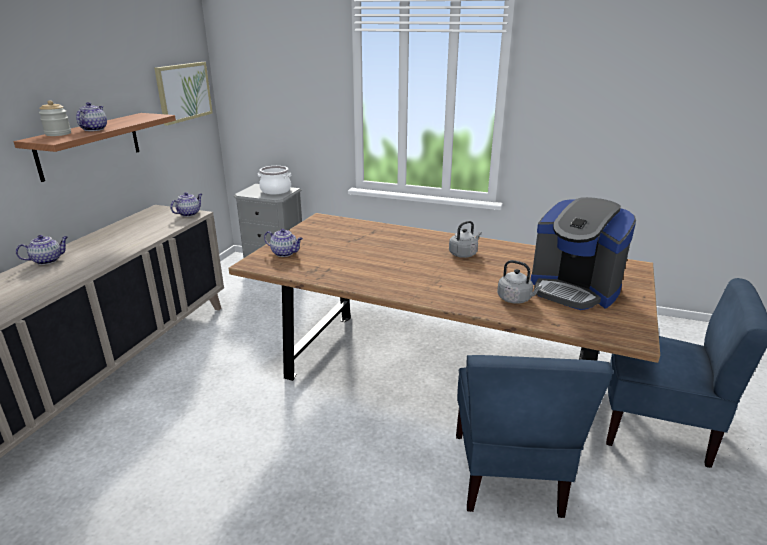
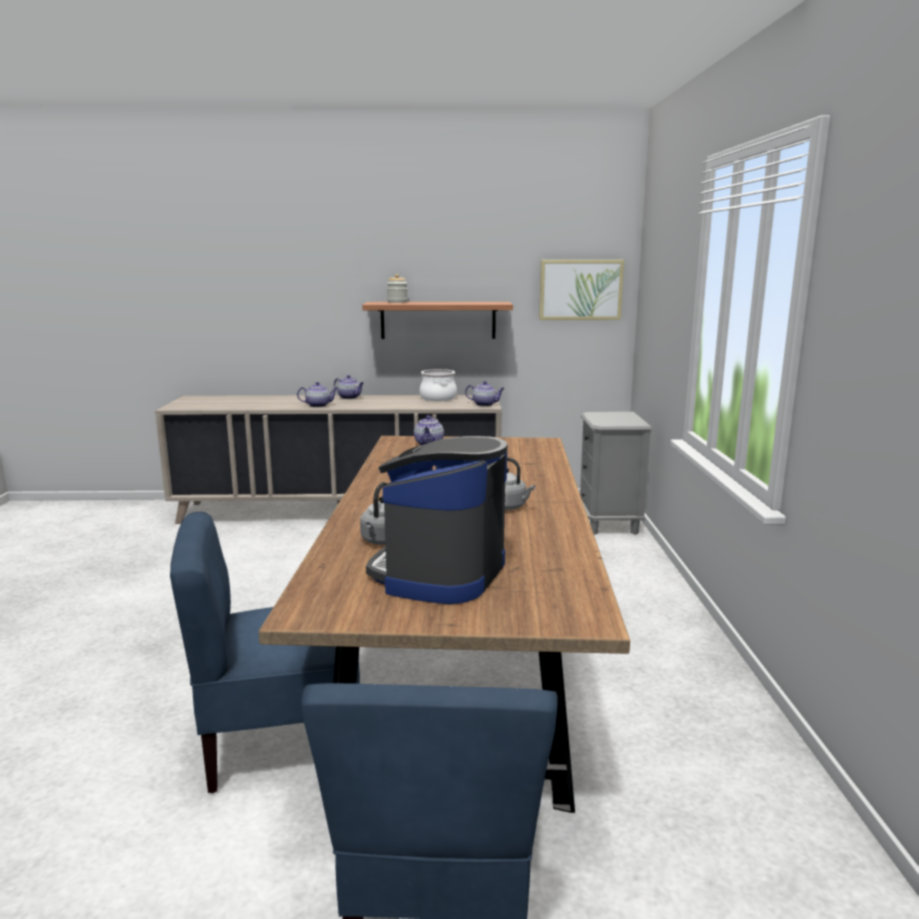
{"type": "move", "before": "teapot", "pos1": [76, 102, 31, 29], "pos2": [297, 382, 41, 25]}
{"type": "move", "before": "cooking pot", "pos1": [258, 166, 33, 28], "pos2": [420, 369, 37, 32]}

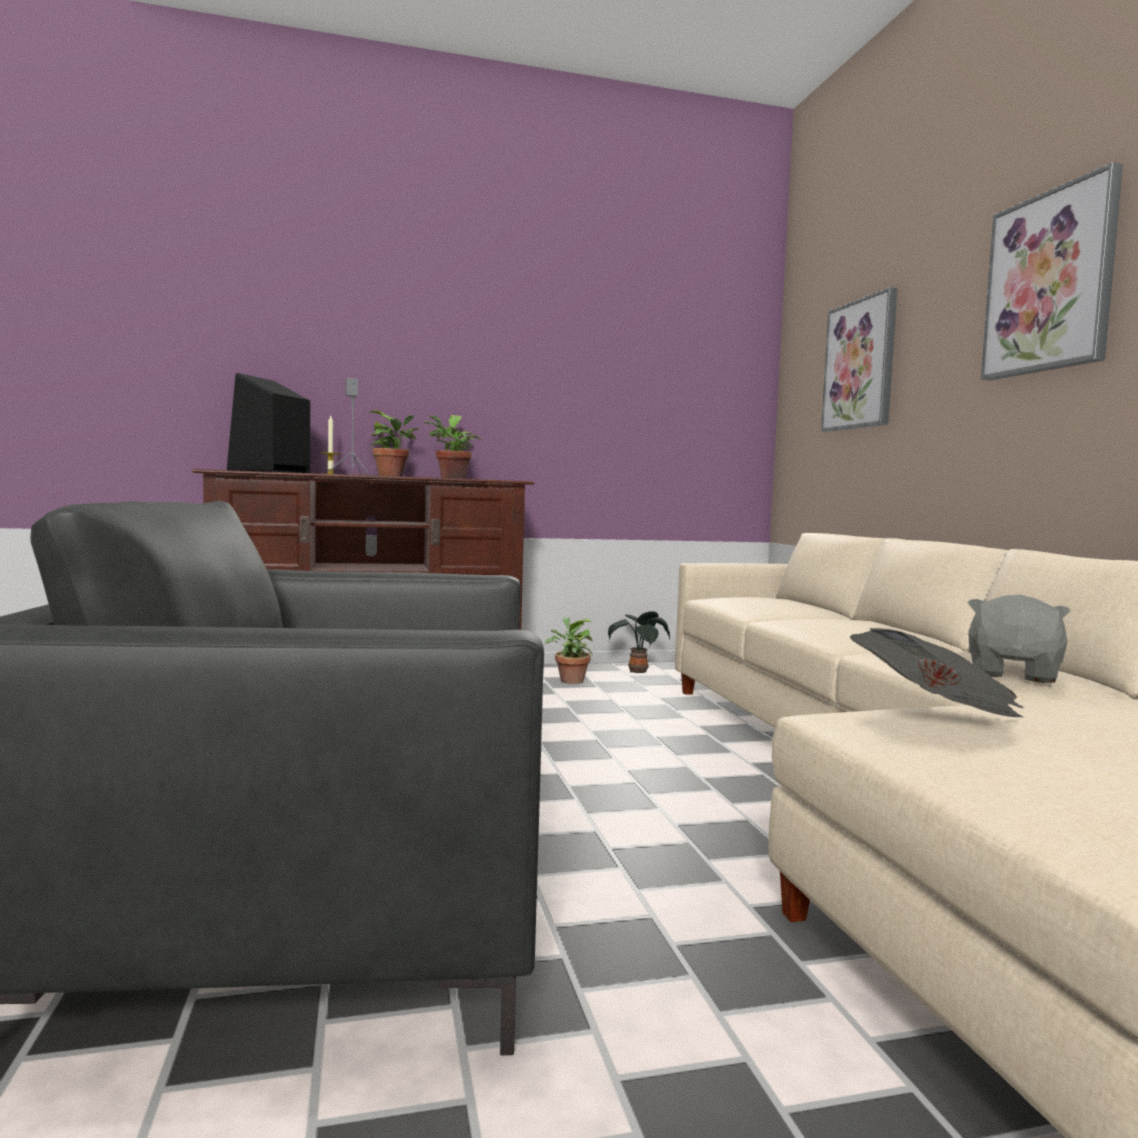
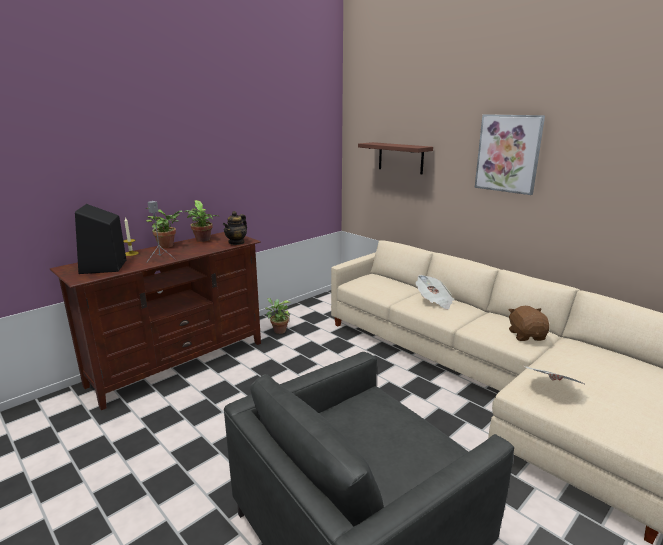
{"type": "delete", "before": "potted plant", "pos1": [608, 611, 62, 62]}
{"type": "replace", "before": "picture", "after": "shelf", "pos1": [821, 287, 77, 145], "pos2": [358, 142, 75, 32]}
{"type": "recolor", "before": "grey plush toy", "after": "brown plush toy", "pos1": [968, 595, 102, 88], "pos2": [509, 306, 40, 35]}
{"type": "insert", "after": "teapot", "pos2": [223, 211, 24, 34]}
{"type": "insert", "after": "newspaper", "pos2": [415, 275, 40, 35]}

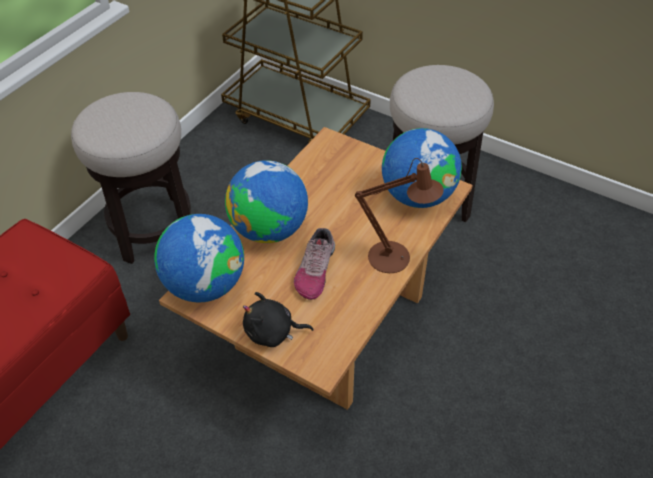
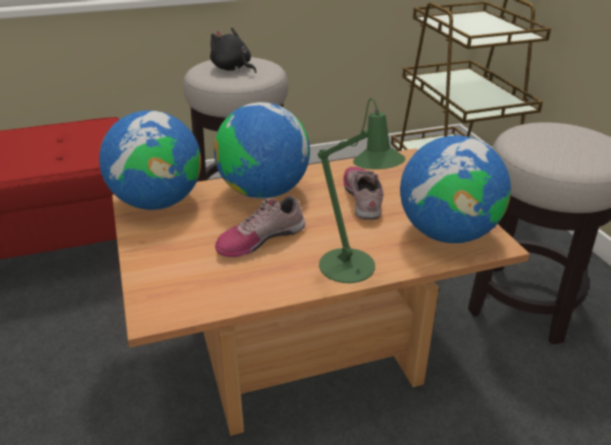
{"type": "move", "before": "black plush toy", "pos1": [243, 292, 71, 55], "pos2": [210, 28, 46, 45]}
{"type": "recolor", "before": "brown table lamp", "after": "green table lamp", "pos1": [355, 158, 89, 115], "pos2": [318, 98, 88, 185]}
{"type": "insert", "after": "shoe", "pos2": [343, 167, 41, 53]}

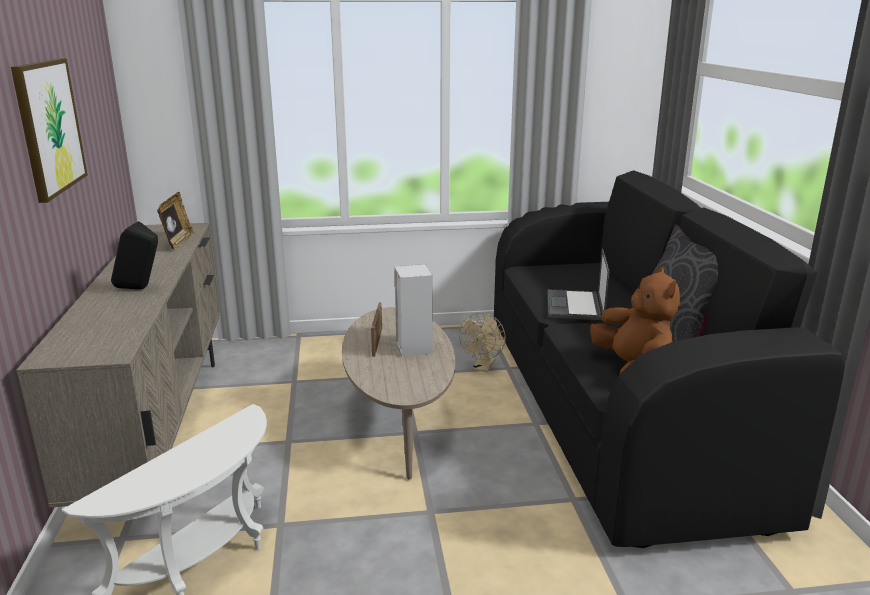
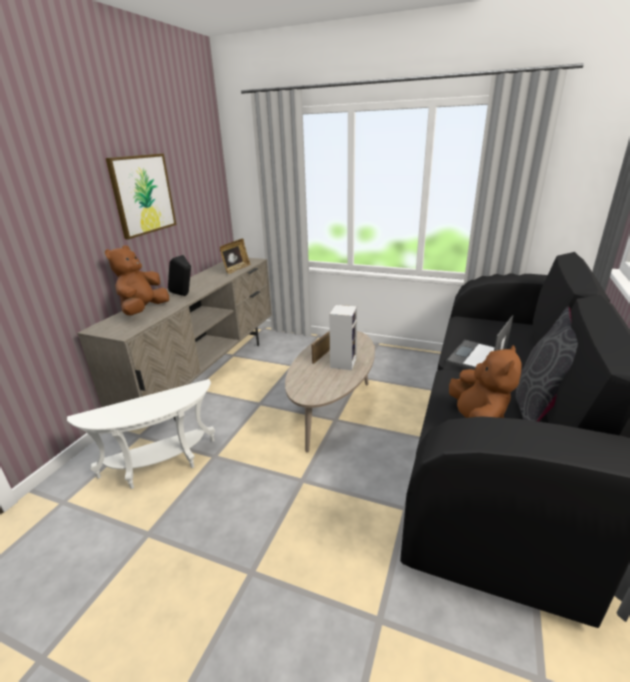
{"type": "delete", "before": "beige fan", "pos1": [459, 313, 47, 59]}
{"type": "insert", "after": "brown plush toy", "pos2": [105, 245, 64, 70]}

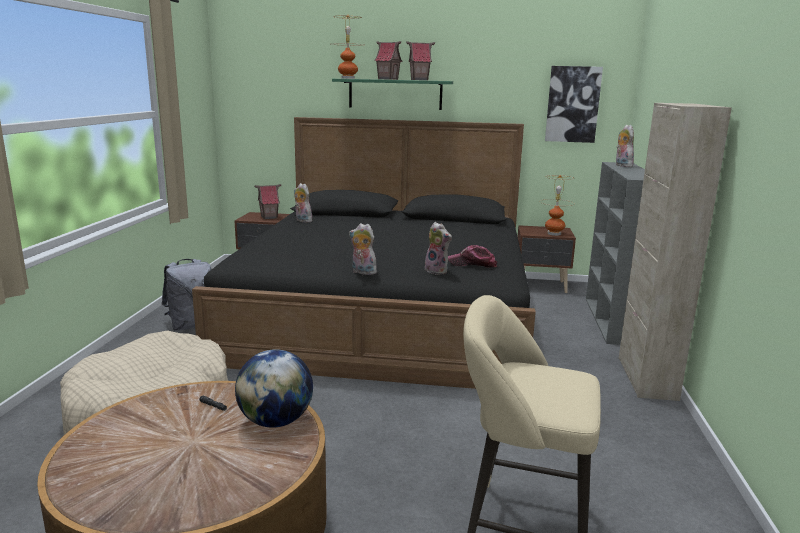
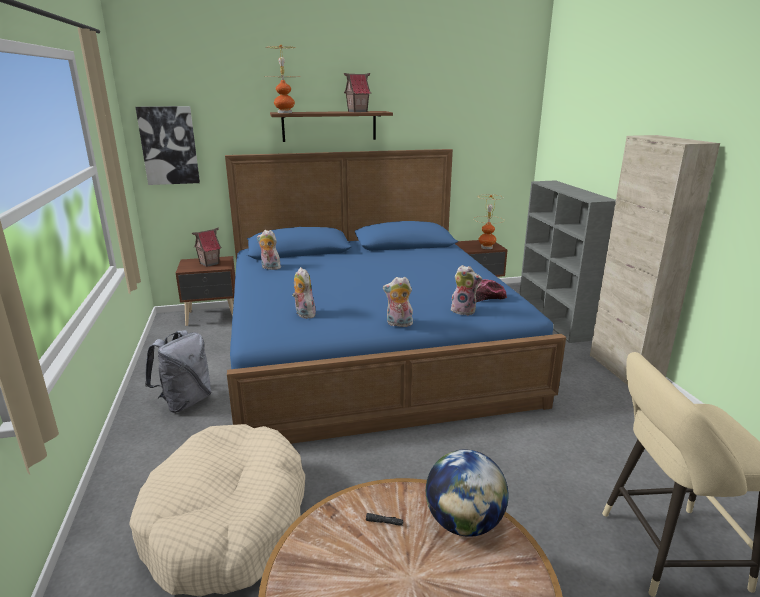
{"type": "recolor", "before": "black bed", "after": "blue bed", "pos1": [192, 117, 344, 272], "pos2": [225, 149, 341, 295]}
{"type": "recolor", "before": "green shelf", "after": "brown shelf", "pos1": [332, 79, 121, 31], "pos2": [270, 111, 123, 31]}
{"type": "delete", "before": "toy house", "pos1": [374, 41, 29, 39]}
{"type": "move", "before": "picture", "pos1": [545, 66, 58, 77], "pos2": [136, 106, 64, 79]}
{"type": "move", "before": "plush toy", "pos1": [616, 125, 18, 42], "pos2": [292, 267, 24, 52]}

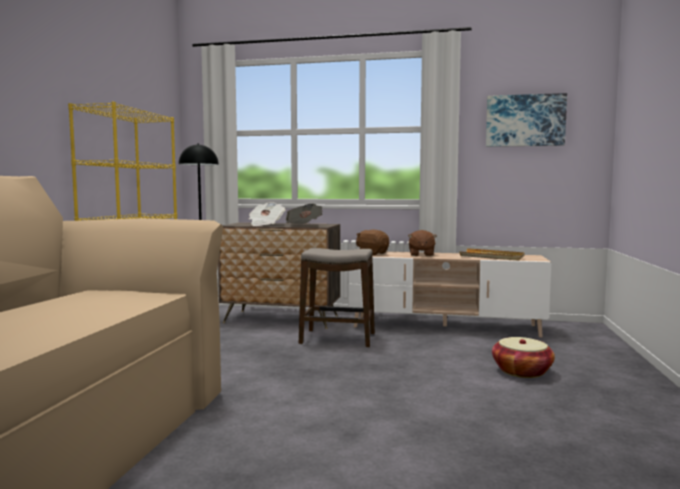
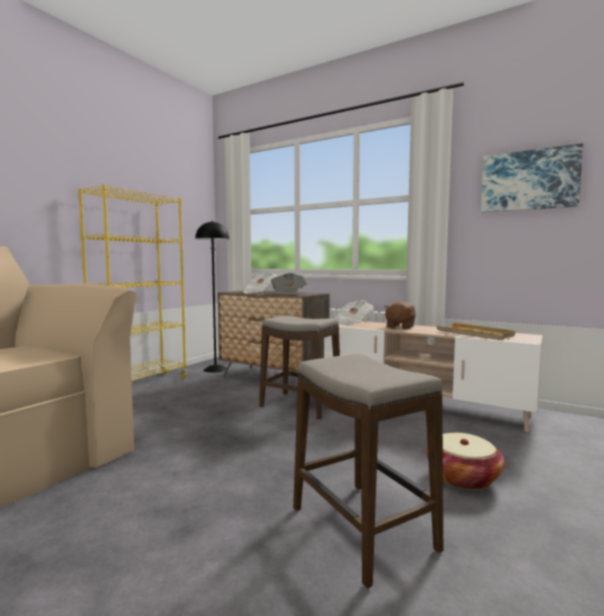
{"type": "replace", "before": "brown plush toy", "after": "newspaper", "pos1": [356, 229, 33, 26], "pos2": [337, 300, 37, 25]}
{"type": "insert", "after": "stool", "pos2": [293, 354, 150, 235]}

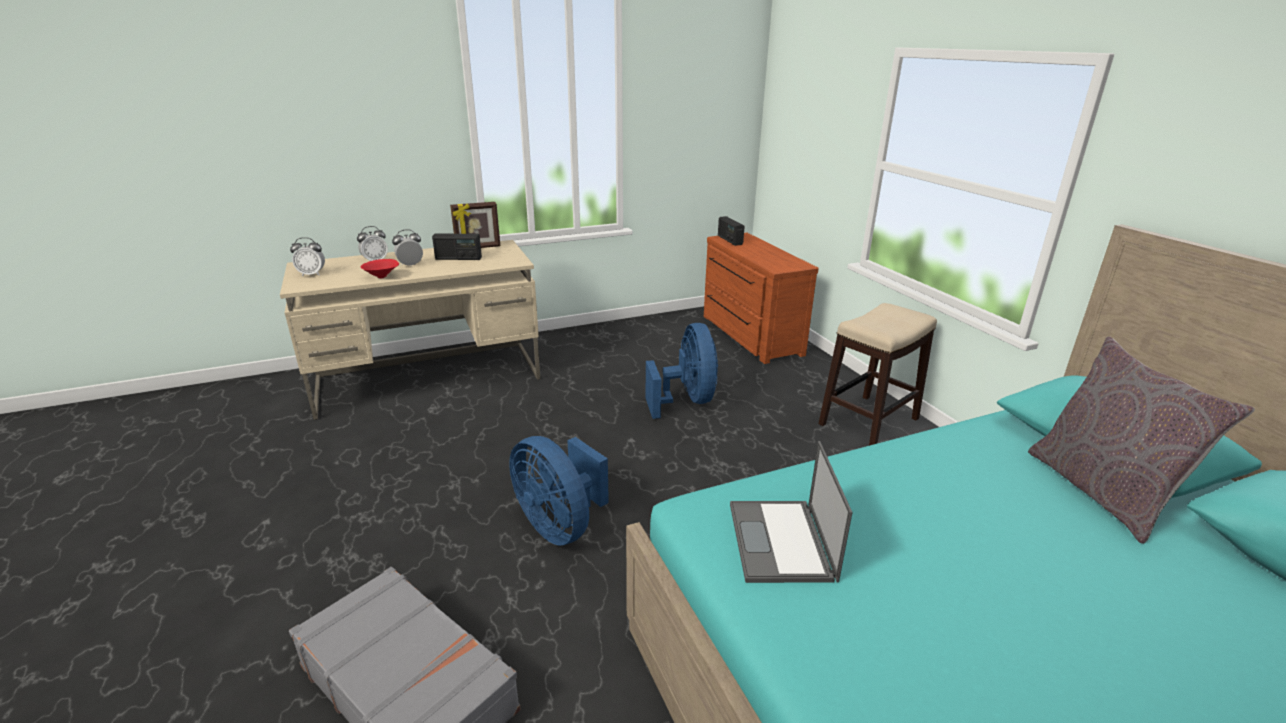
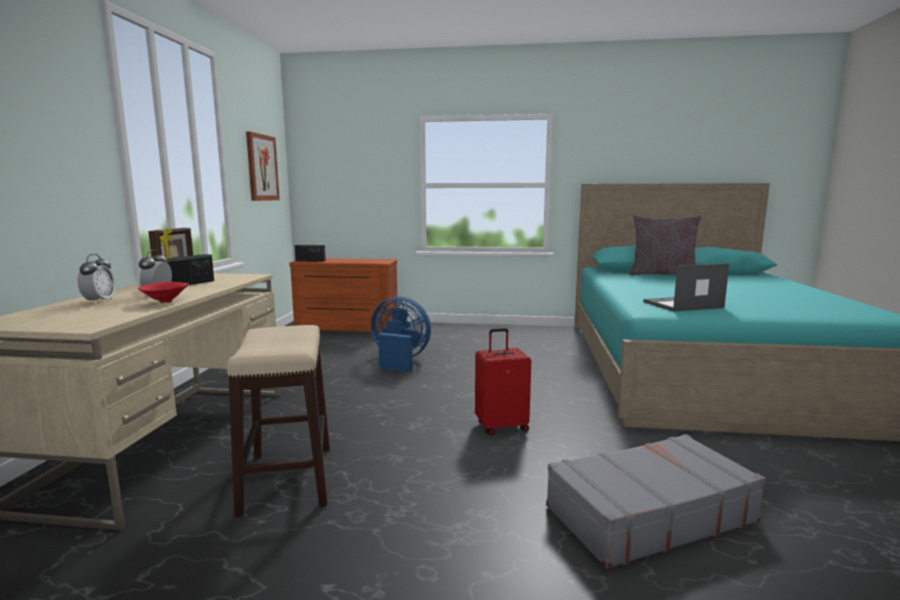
{"type": "delete", "before": "alarm clock", "pos1": [290, 237, 35, 40]}
{"type": "replace", "before": "blue fan", "after": "red suitcase", "pos1": [509, 436, 100, 109], "pos2": [475, 328, 56, 107]}
{"type": "rotate", "before": "laptop", "pos1": [730, 441, 123, 142], "pos2": [643, 263, 86, 49], "turn": 135}
{"type": "move", "before": "stool", "pos1": [818, 303, 119, 143], "pos2": [227, 325, 103, 192]}
{"type": "insert", "after": "picture", "pos2": [246, 131, 34, 70]}

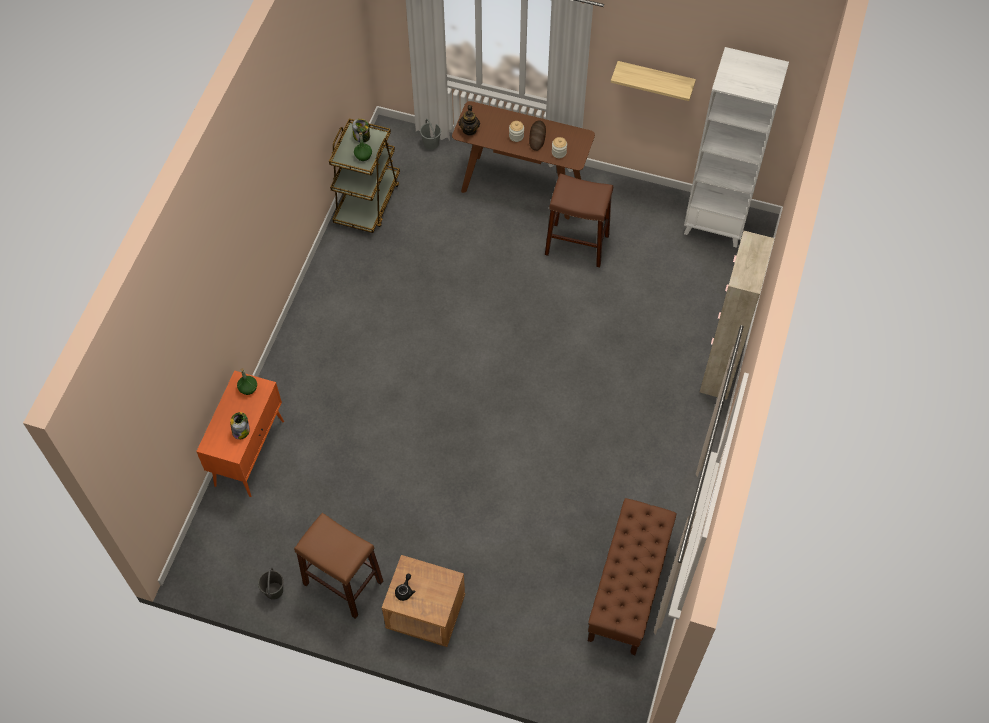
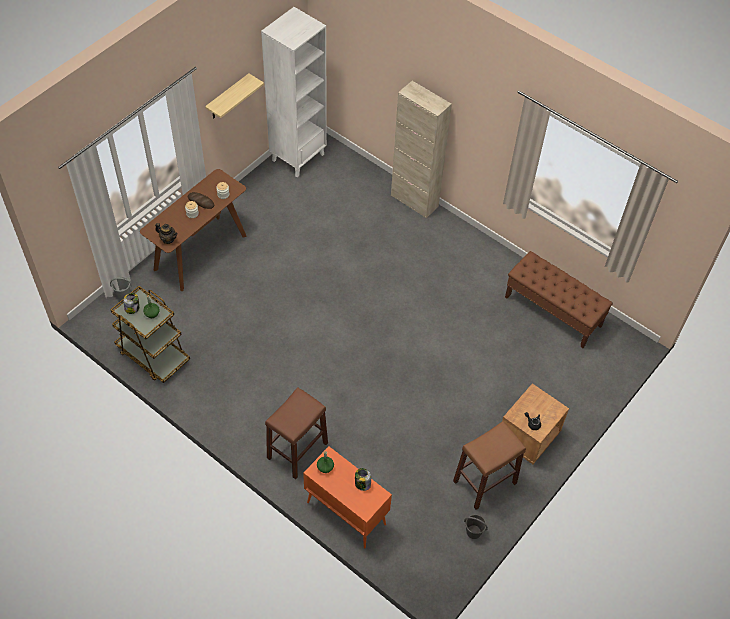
{"type": "move", "before": "brown stool", "pos1": [545, 173, 68, 94], "pos2": [265, 387, 63, 92]}

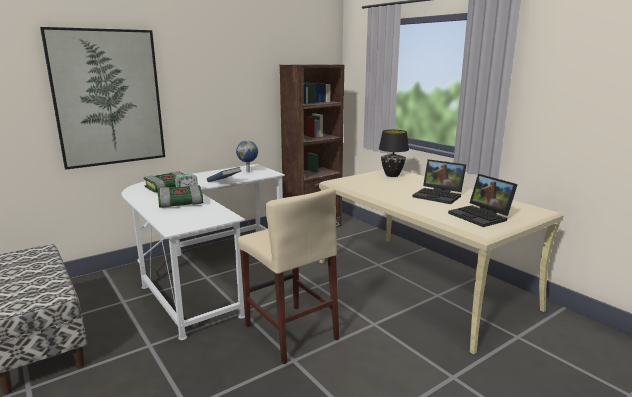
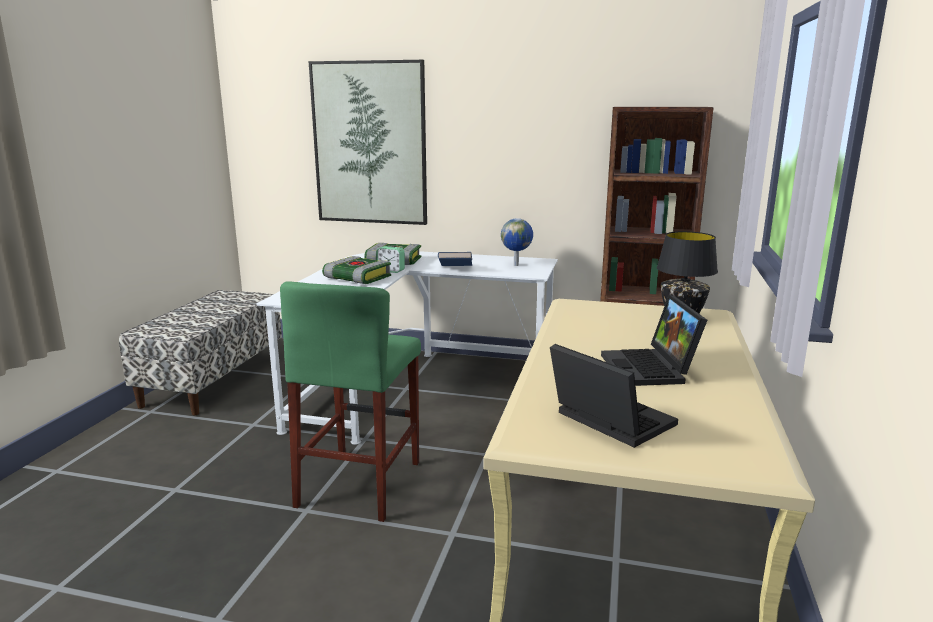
{"type": "recolor", "before": "beige stool", "after": "green stool", "pos1": [238, 188, 101, 176], "pos2": [280, 281, 141, 241]}
{"type": "rotate", "before": "laptop", "pos1": [448, 174, 70, 53], "pos2": [550, 344, 128, 104], "turn": 120}

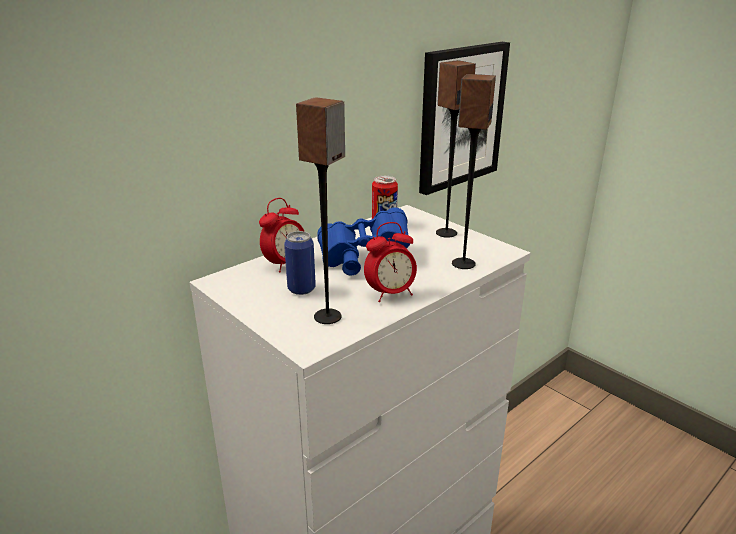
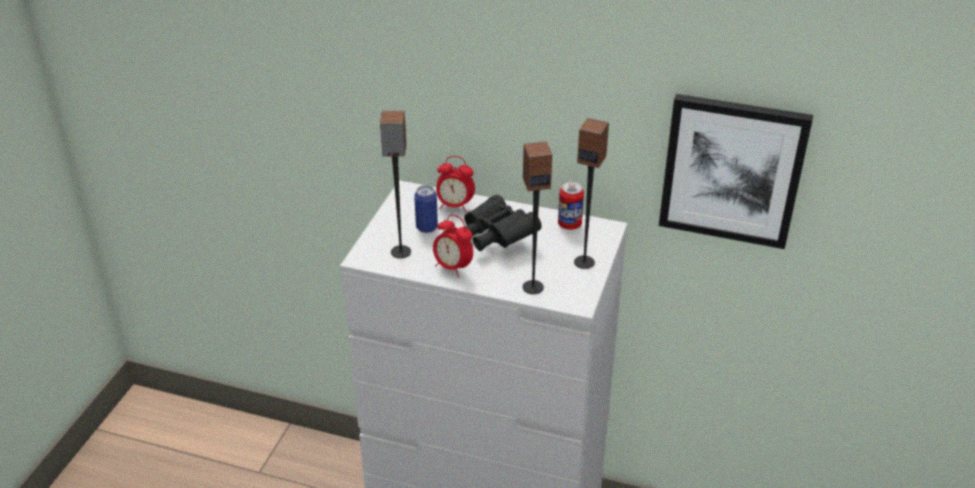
{"type": "recolor", "before": "blue binoculars", "after": "black binoculars", "pos1": [317, 207, 93, 68], "pos2": [464, 195, 78, 56]}

